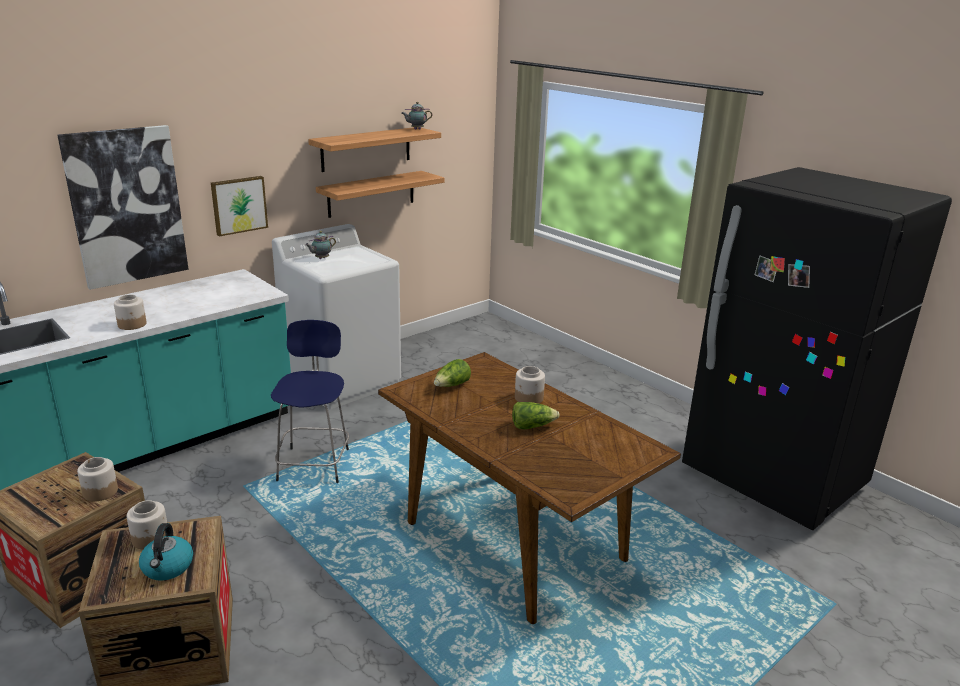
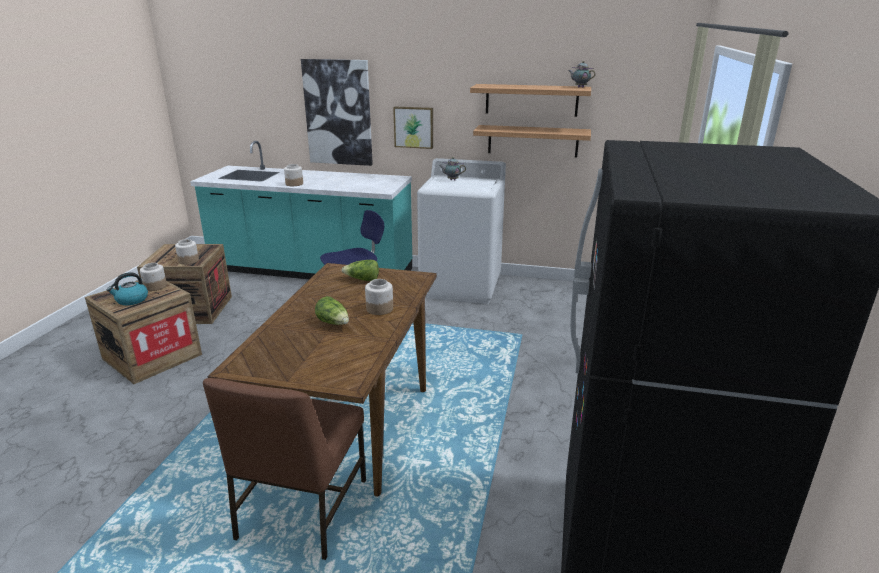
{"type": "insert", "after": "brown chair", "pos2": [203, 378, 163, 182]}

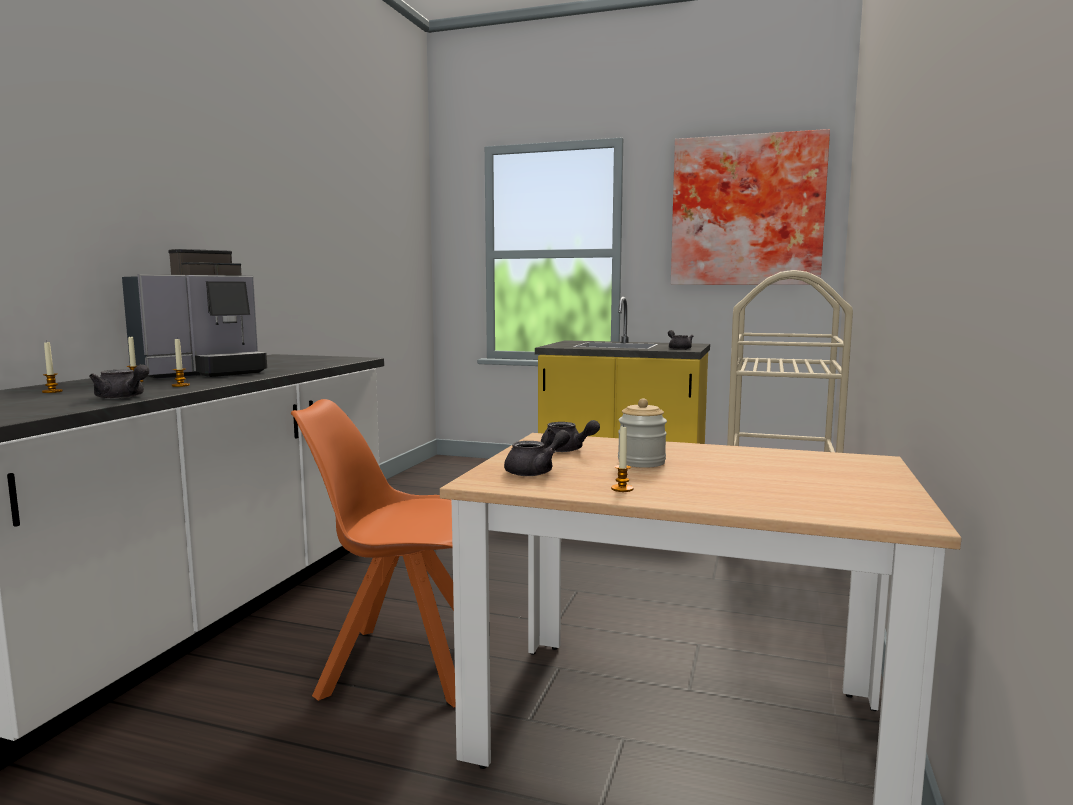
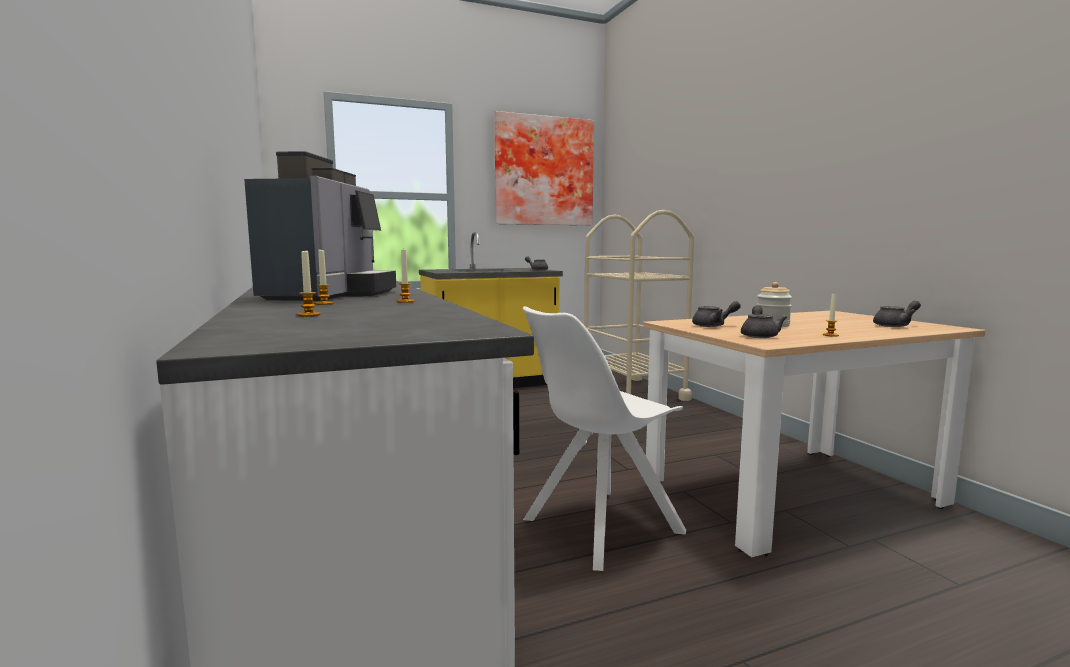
{"type": "move", "before": "grey teapot", "pos1": [89, 364, 60, 35], "pos2": [873, 301, 48, 26]}
{"type": "recolor", "before": "orange chair", "after": "white chair", "pos1": [291, 399, 165, 309], "pos2": [523, 306, 163, 265]}

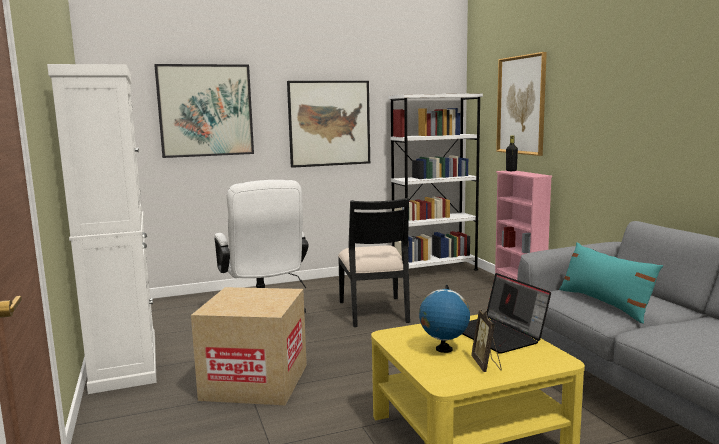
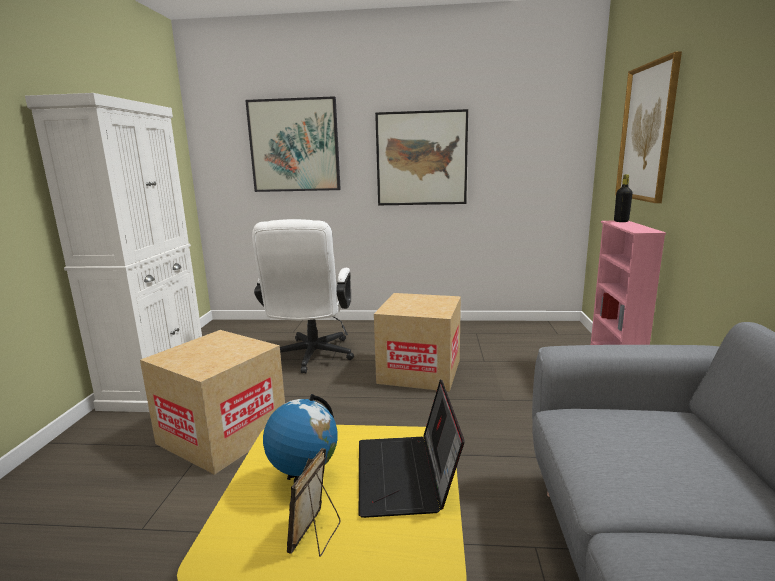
{"type": "replace", "before": "black chair", "after": "cardboard box", "pos1": [338, 198, 72, 129], "pos2": [374, 293, 87, 99]}
{"type": "delete", "before": "white bookcase", "pos1": [388, 93, 95, 177]}
{"type": "delete", "before": "turquoise pillow", "pos1": [559, 242, 104, 82]}

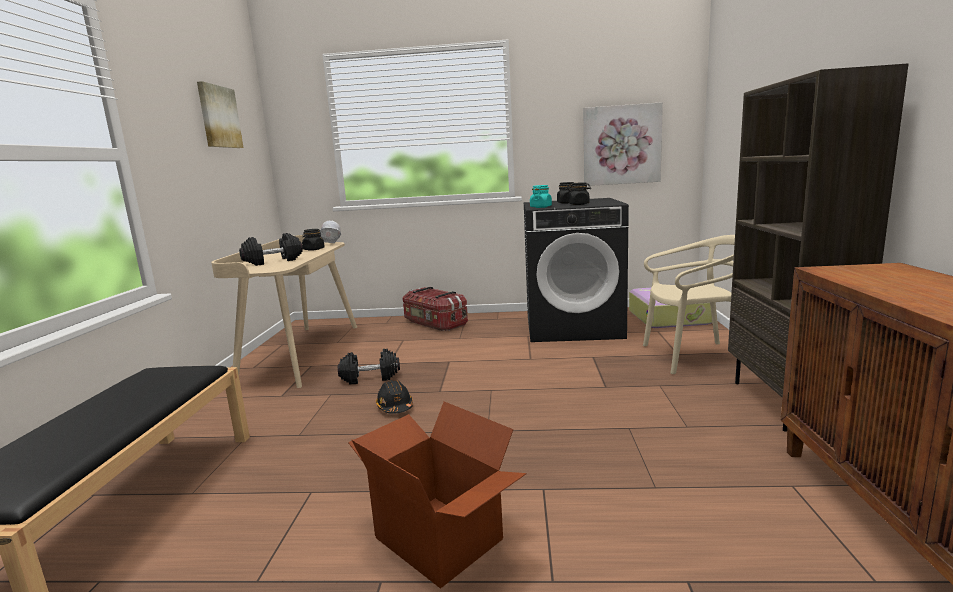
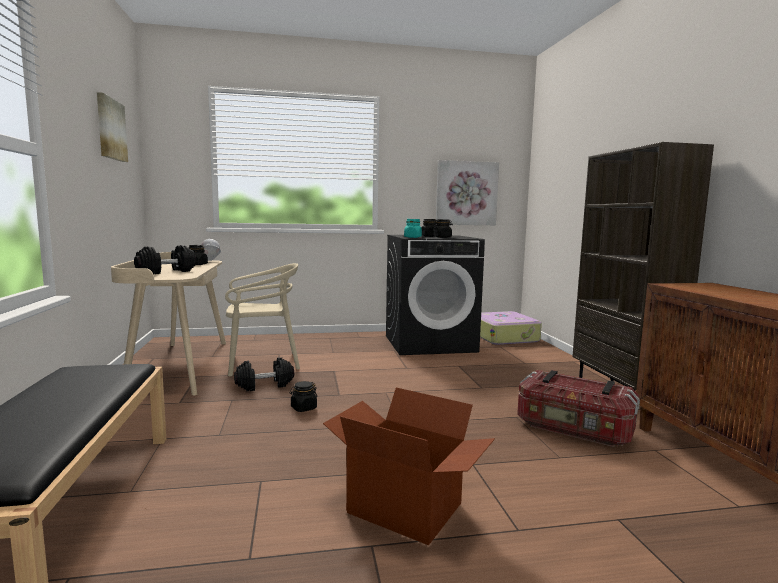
{"type": "replace", "before": "black hard hat", "after": "black jar", "pos1": [376, 380, 37, 34], "pos2": [290, 381, 27, 31]}
{"type": "move", "before": "storage box", "pos1": [402, 287, 66, 44], "pos2": [517, 370, 123, 77]}
{"type": "move", "before": "beige chair", "pos1": [643, 235, 92, 139], "pos2": [225, 263, 75, 113]}

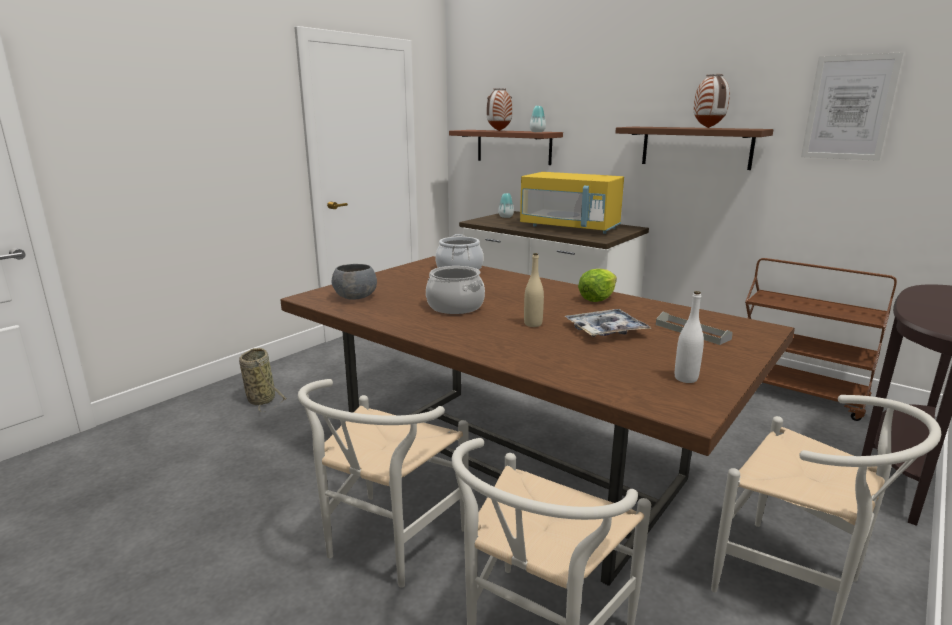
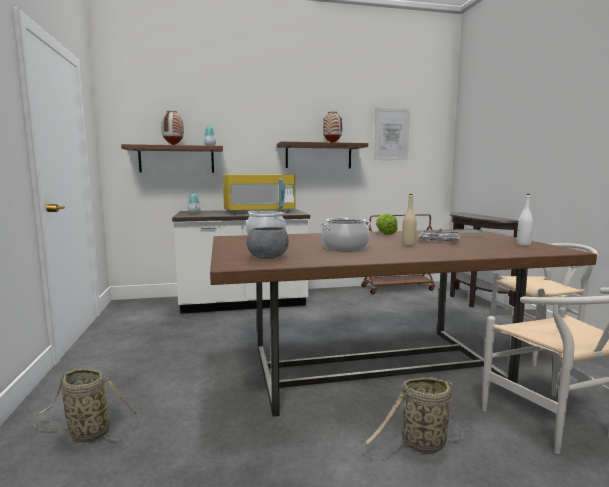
{"type": "replace", "before": "white chair", "after": "basket", "pos1": [298, 379, 171, 209], "pos2": [363, 377, 101, 82]}

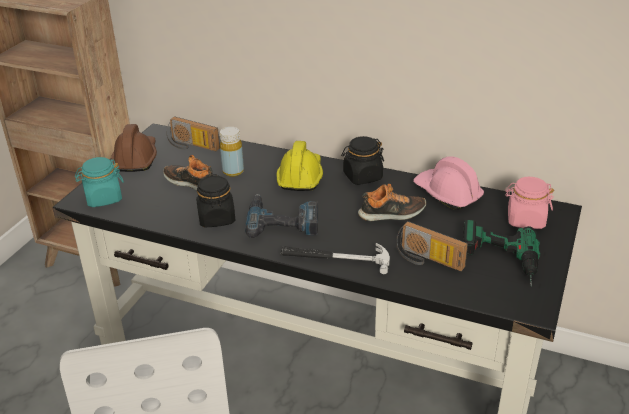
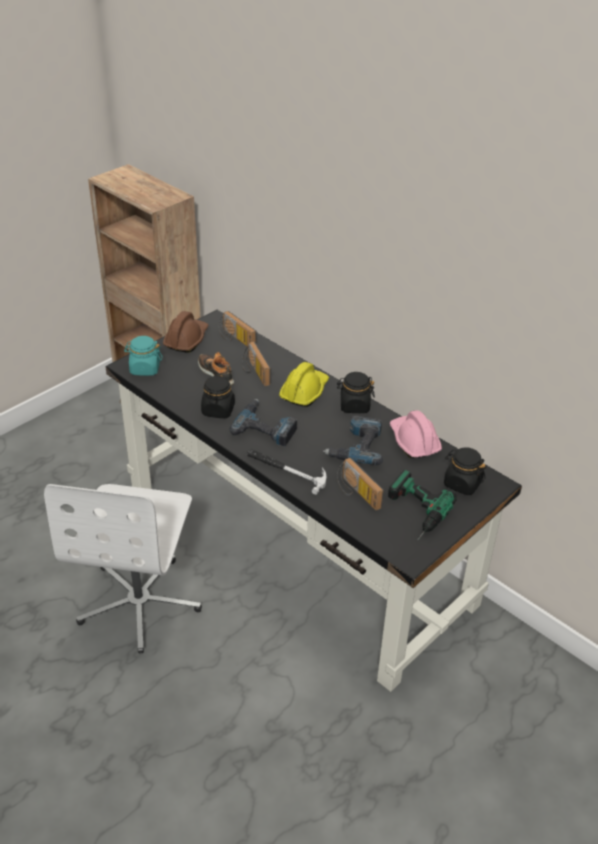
{"type": "replace", "before": "yellow bottle", "after": "radio", "pos1": [220, 127, 24, 50], "pos2": [242, 342, 29, 44]}
{"type": "replace", "before": "shoe", "after": "power drill", "pos1": [358, 184, 68, 37], "pos2": [323, 416, 60, 49]}
{"type": "recolor", "before": "pink jar", "after": "black jar", "pos1": [505, 177, 49, 52], "pos2": [444, 447, 42, 48]}

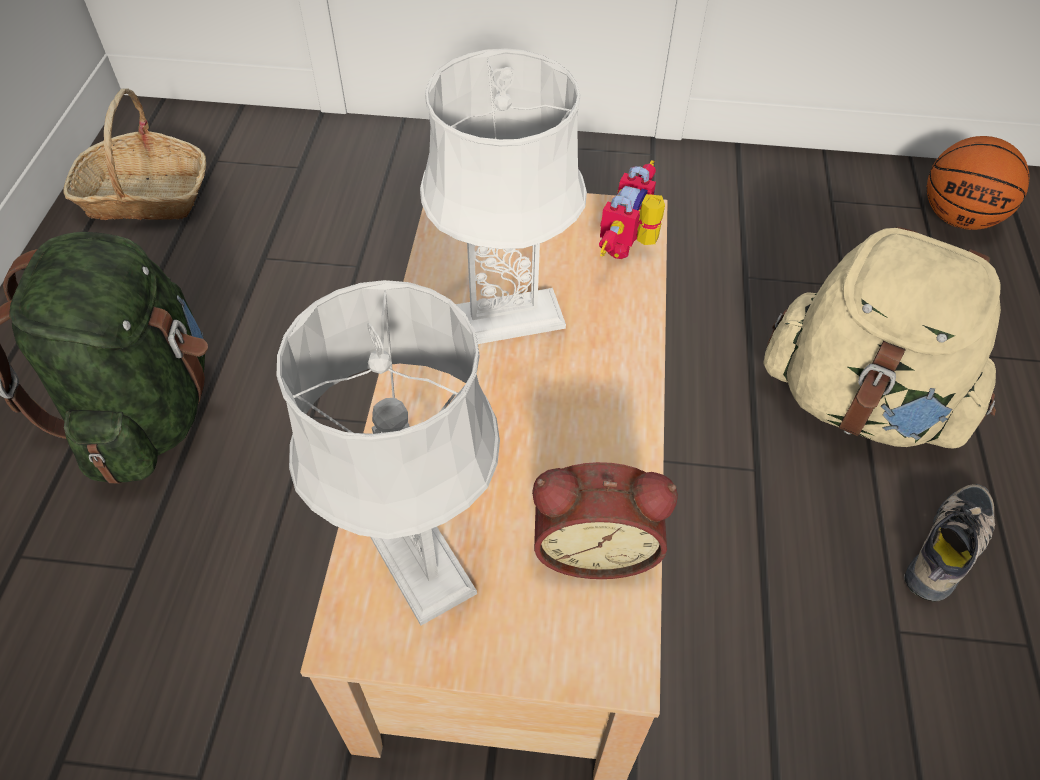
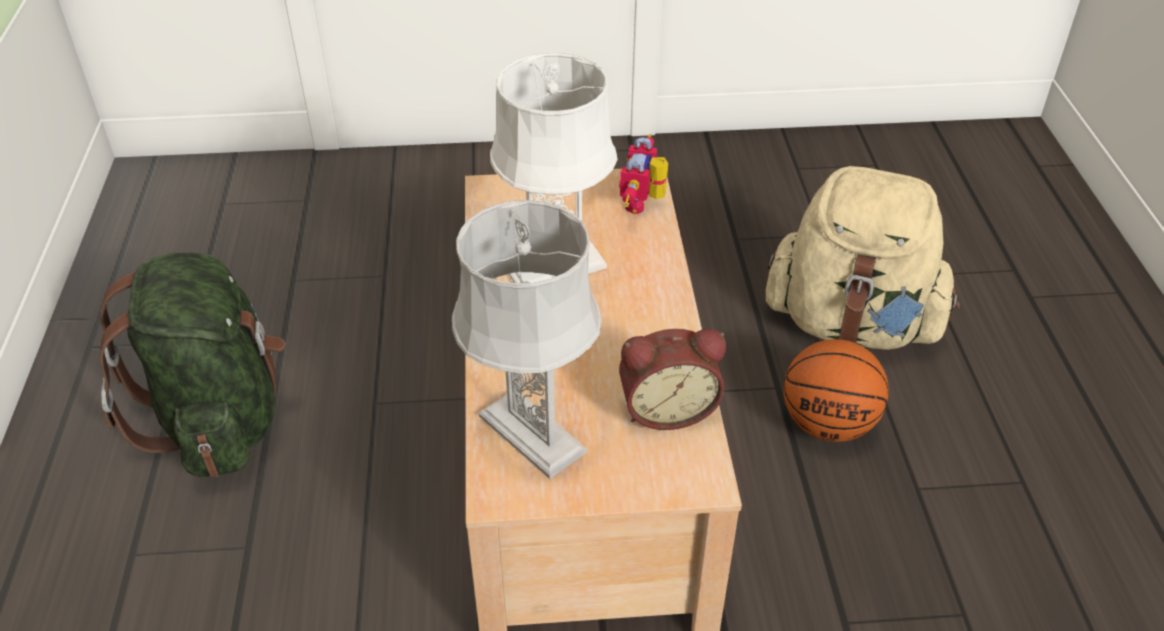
{"type": "delete", "before": "basket", "pos1": [63, 88, 143, 132]}
{"type": "delete", "before": "shoe", "pos1": [904, 484, 91, 118]}
{"type": "move", "before": "basketball", "pos1": [927, 136, 103, 94], "pos2": [784, 339, 105, 103]}

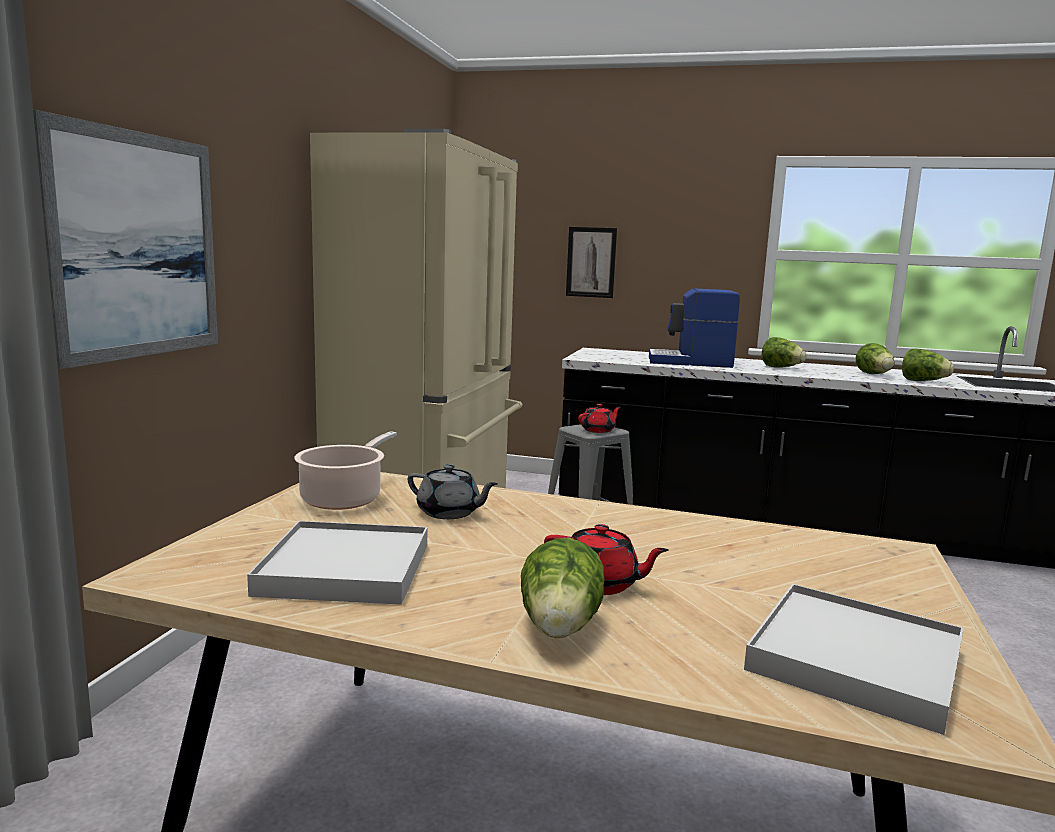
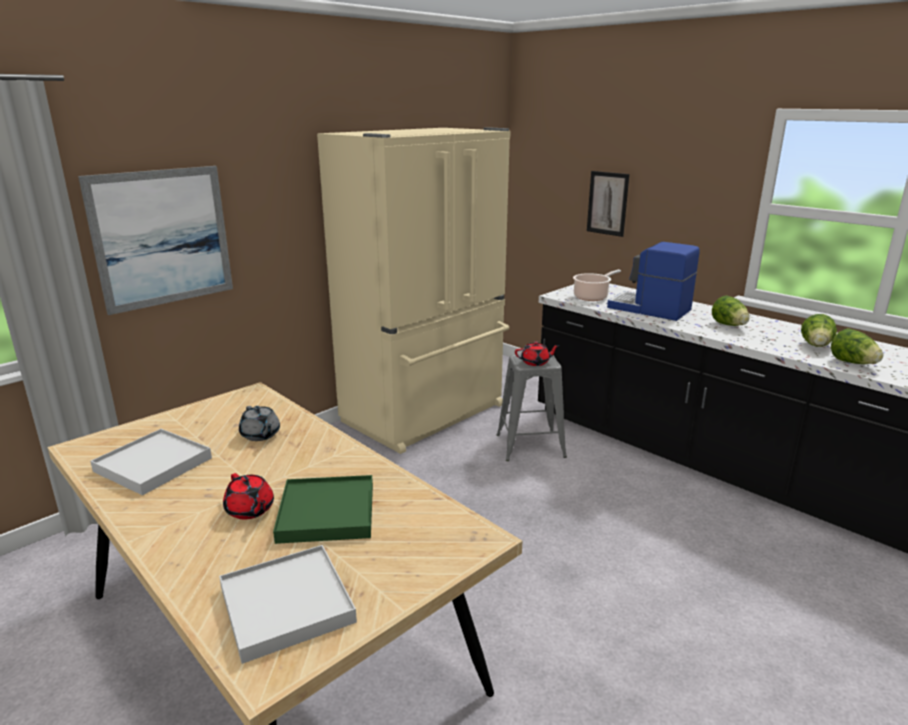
{"type": "move", "before": "cooking pot", "pos1": [294, 431, 103, 79], "pos2": [573, 270, 48, 31]}
{"type": "delete", "before": "lettuce", "pos1": [521, 538, 84, 100]}
{"type": "insert", "after": "green tray", "pos2": [273, 475, 100, 69]}

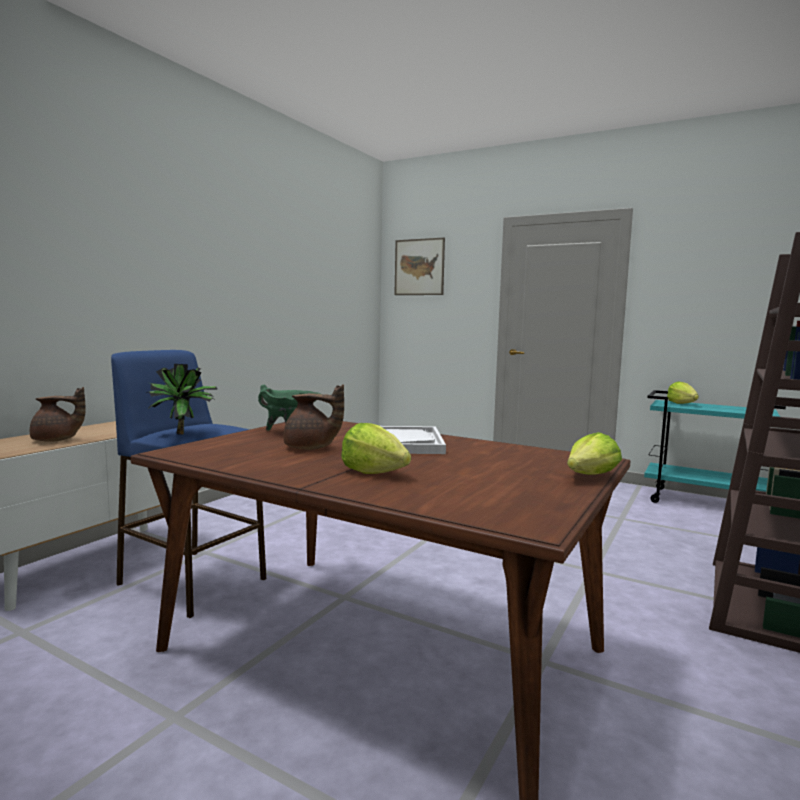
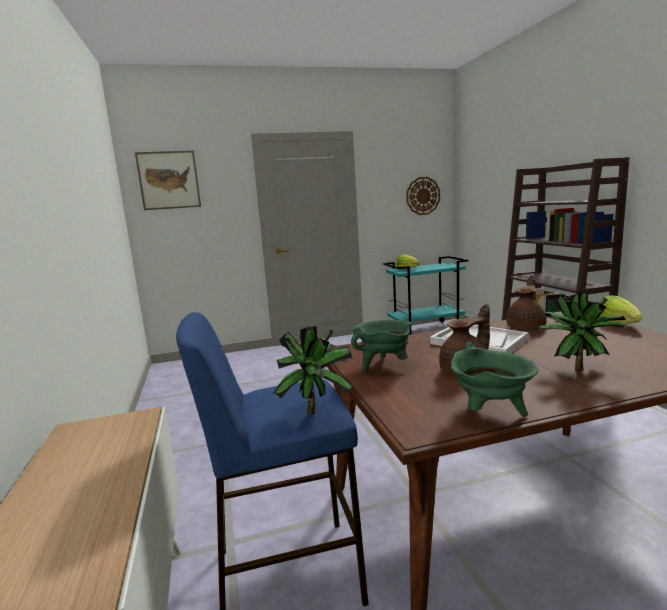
{"type": "move", "before": "brown teapot", "pos1": [30, 387, 56, 55], "pos2": [506, 275, 41, 56]}
{"type": "replace", "before": "lettuce", "after": "potted plant", "pos1": [341, 423, 70, 51], "pos2": [538, 292, 89, 80]}
{"type": "insert", "after": "wall clock", "pos2": [406, 177, 34, 38]}
{"type": "insert", "after": "green cooking pot", "pos2": [451, 342, 87, 75]}

